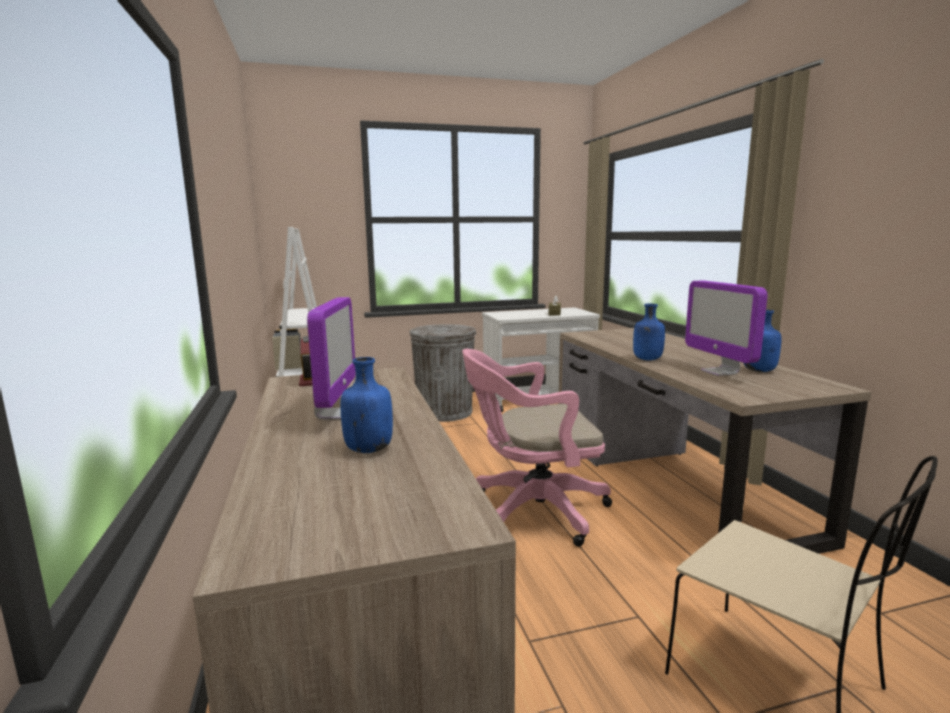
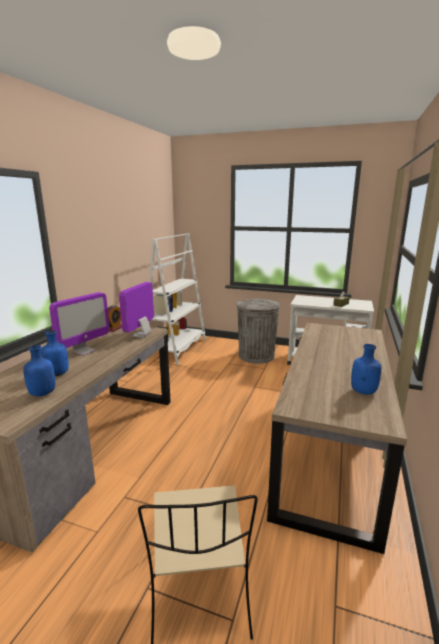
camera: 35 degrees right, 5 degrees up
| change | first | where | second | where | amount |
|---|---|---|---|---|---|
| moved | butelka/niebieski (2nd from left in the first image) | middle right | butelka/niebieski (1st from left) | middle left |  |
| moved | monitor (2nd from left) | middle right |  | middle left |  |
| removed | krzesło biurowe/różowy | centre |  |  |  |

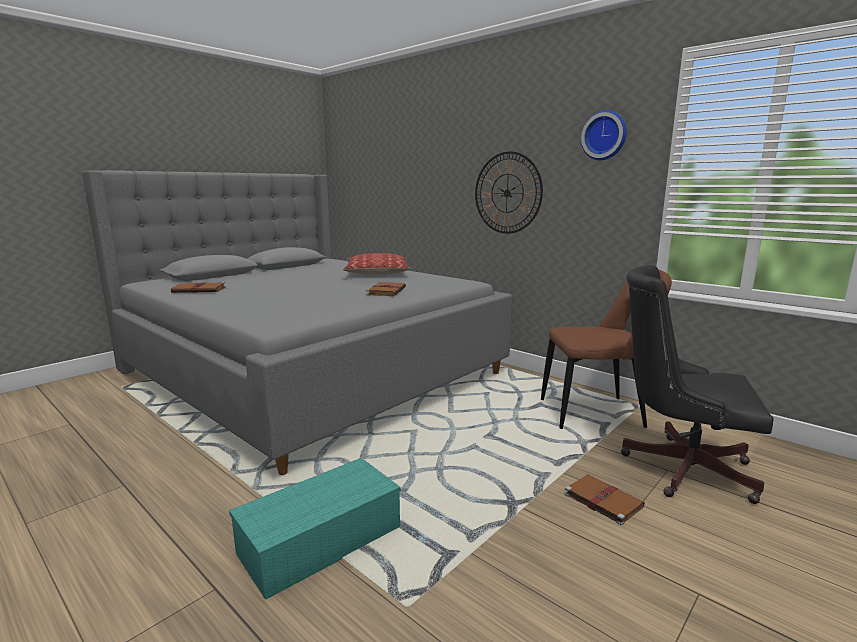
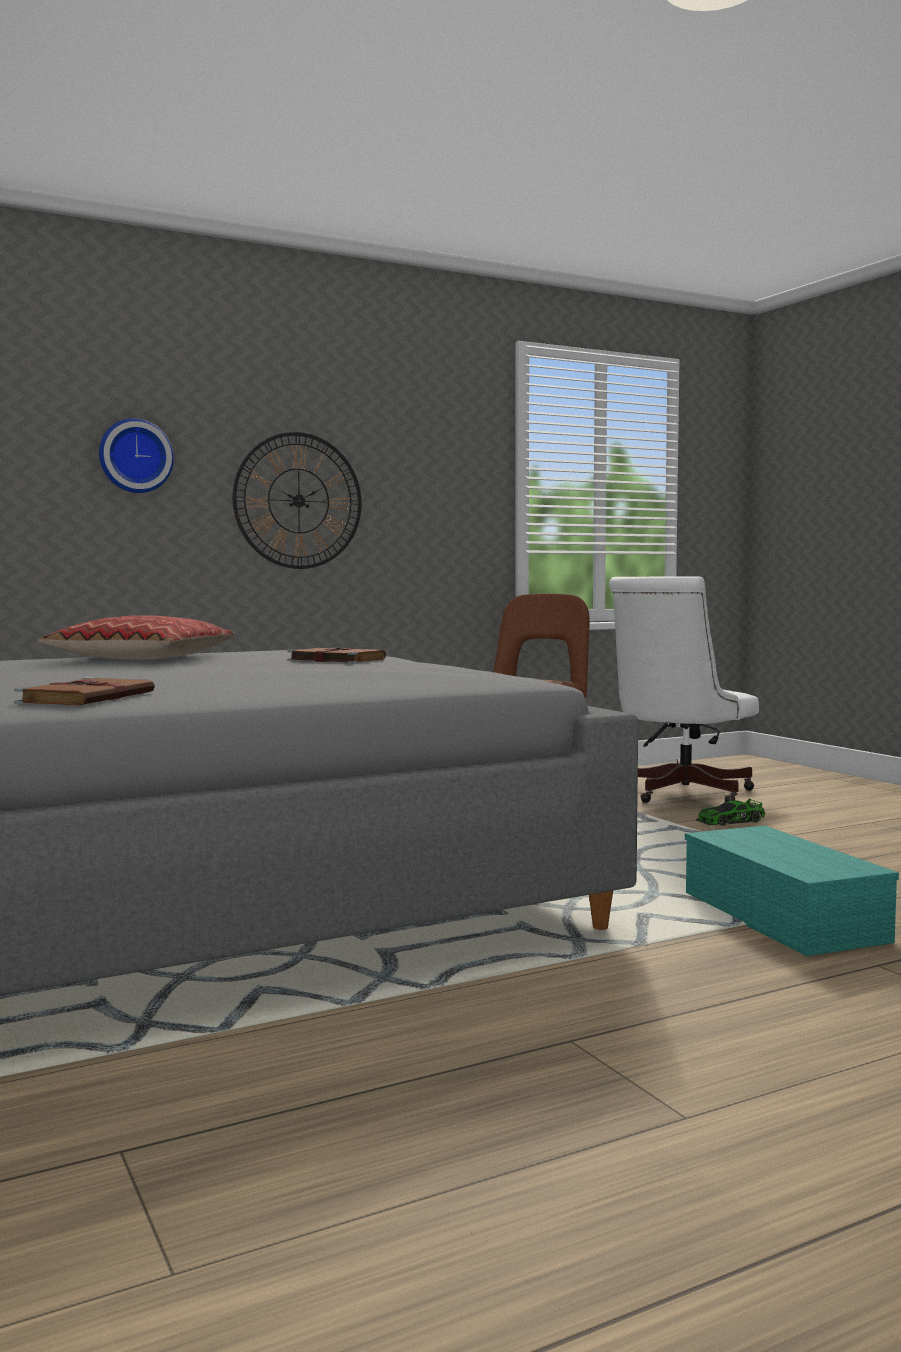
camera: 70 degrees left, 10 degrees down
| change | first | where | second | where | amount |
|---|---|---|---|---|---|
| moved | zegar ścienny (2nd from left in the first image) | top right | zegar ścienny (1st from left) | middle left |  |
| recoloured | krzesło biurowe/czarny | middle right | krzesło biurowe/biały | middle right |  |
| replaced | książka/brązowy (3rd from left) | bottom right | samochodzik | middle right |  |

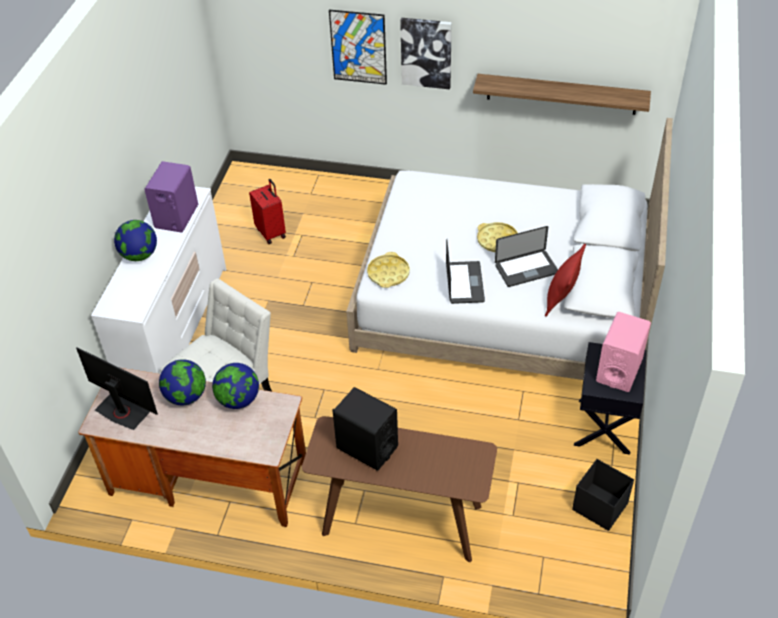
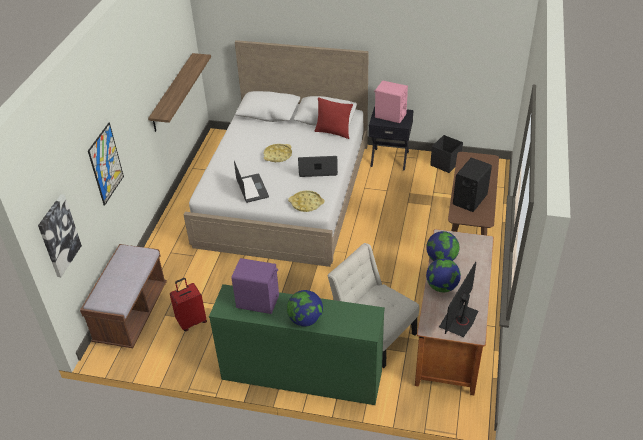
camera: 90 degrees left, 5 degrees down
| change | first | where | second | where | amount |
|---|---|---|---|---|---|
| moved | obraz (2nd from left in the first image) | top centre | obraz (1st from left) | middle left |  |
| added |  |  | ławka/brązowy | bottom left |  |
| recoloured | komoda/biały | middle left | komoda/zielony | bottom centre |  |
| moved | laptop (2nd from left in the first image) | middle right | laptop (1st from left) | centre |  |

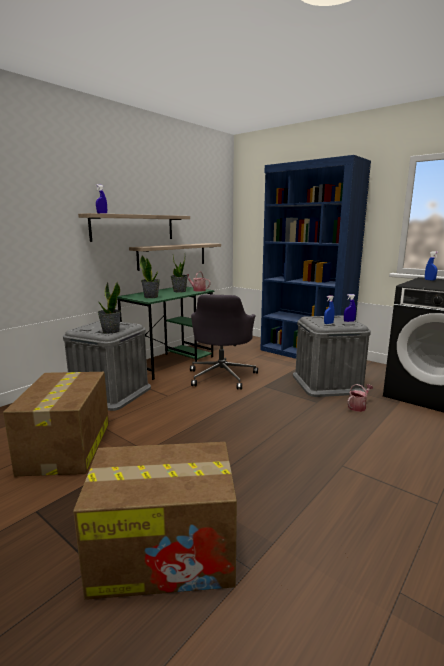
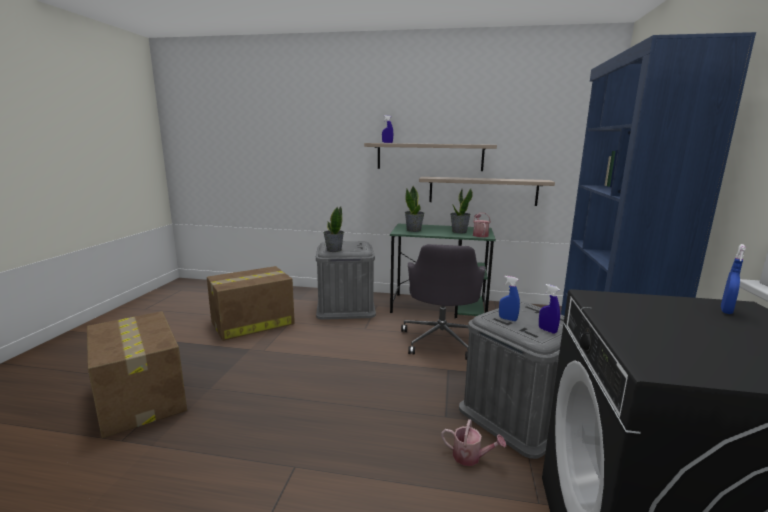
camera: 60 degrees right, 0 degrees up
| change | first | where | second | where | amount |
|---|---|---|---|---|---|
| turned | krzesło biurowe/szary | centre |  | centre | 60 degrees counterclockwise |

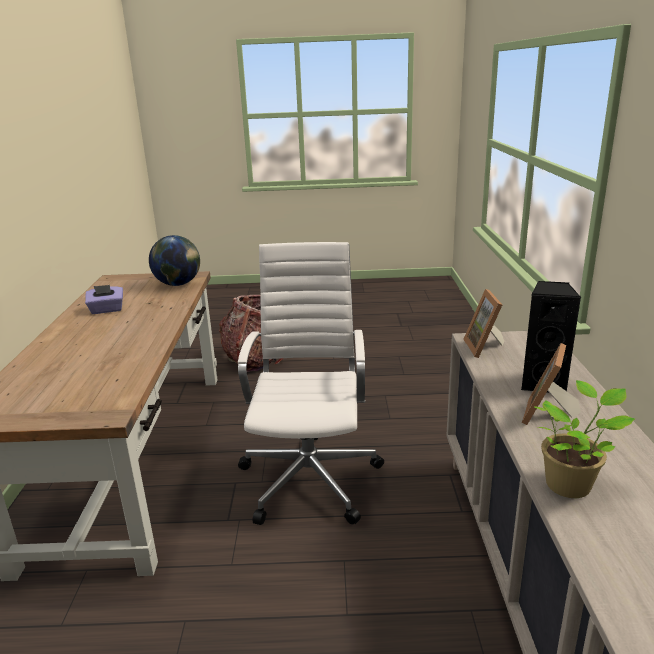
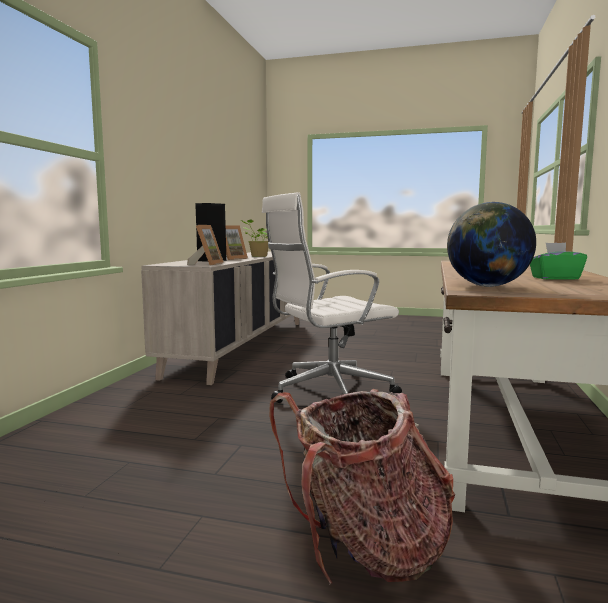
camera: 165 degrees left, 15 degrees down
| change | first | where | second | where | amount |
|---|---|---|---|---|---|
| turned | krzesło biurowe/biały | centre |  | centre | 45 degrees clockwise |
| recoloured | pudełko chusteczek/fioletowy | middle left | pudełko chusteczek/zielony | middle right |  |

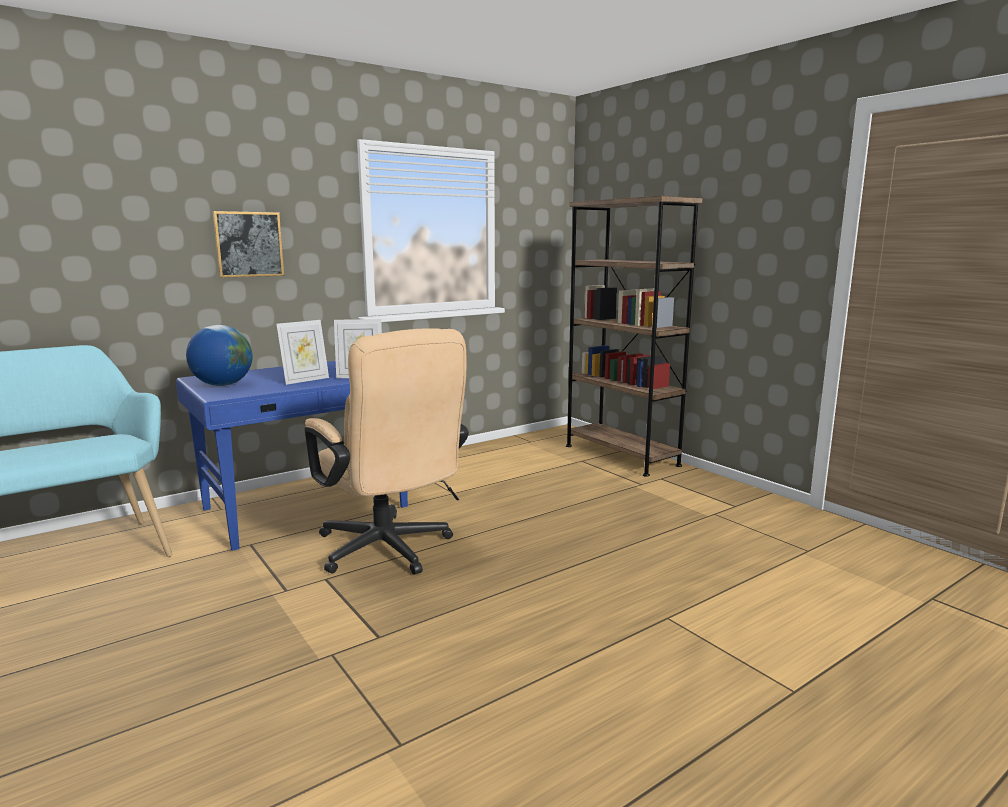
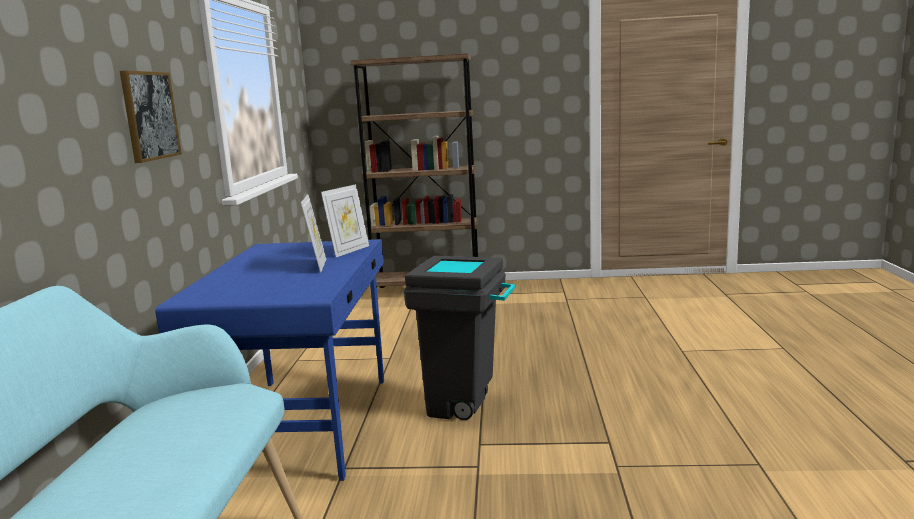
camera: 50 degrees left, 0 degrees up
| change | first | where | second | where | amount |
|---|---|---|---|---|---|
| replaced | krzesło biurowe/beżowy | centre | kosz na śmieci/szary | centre |  |
| removed | globus | middle left |  |  |  |

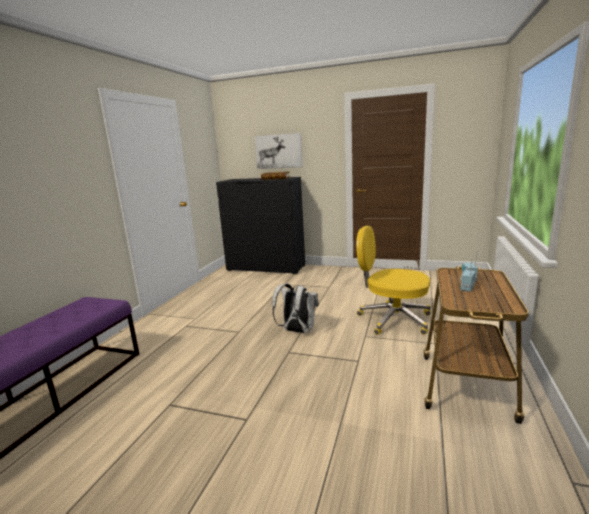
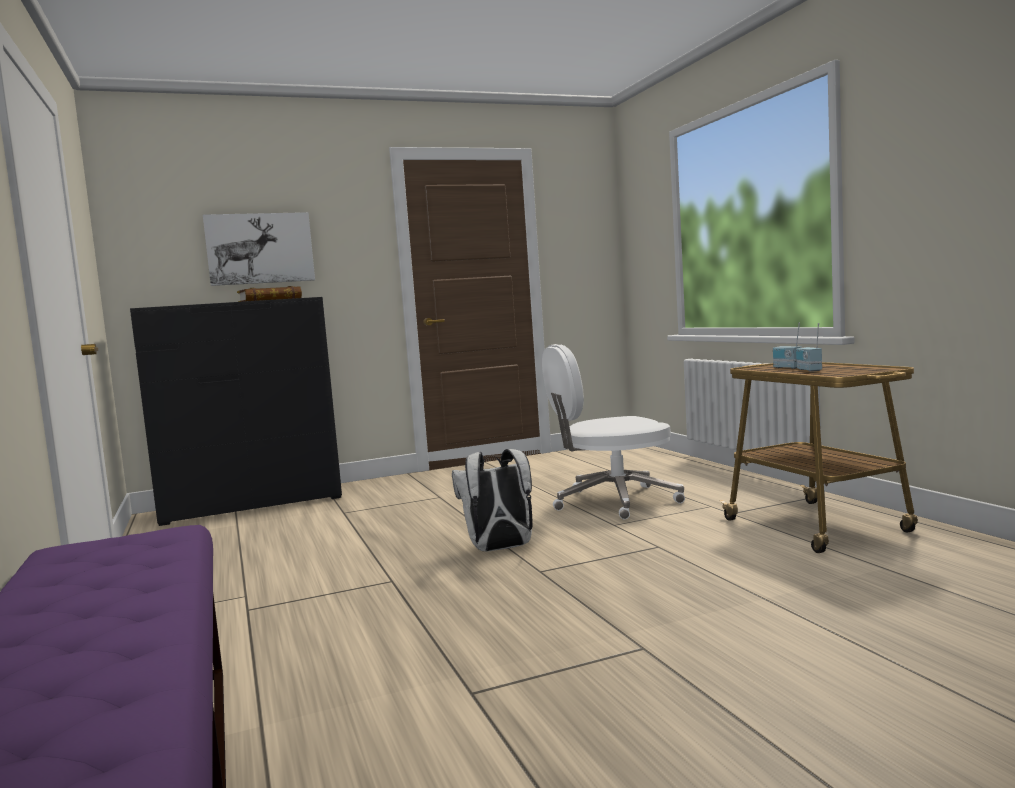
camera: 40 degrees left, 10 degrees down
| change | first | where | second | where | amount |
|---|---|---|---|---|---|
| recoloured | krzesło biurowe/żółty | middle right | krzesło biurowe/biały | centre |  |

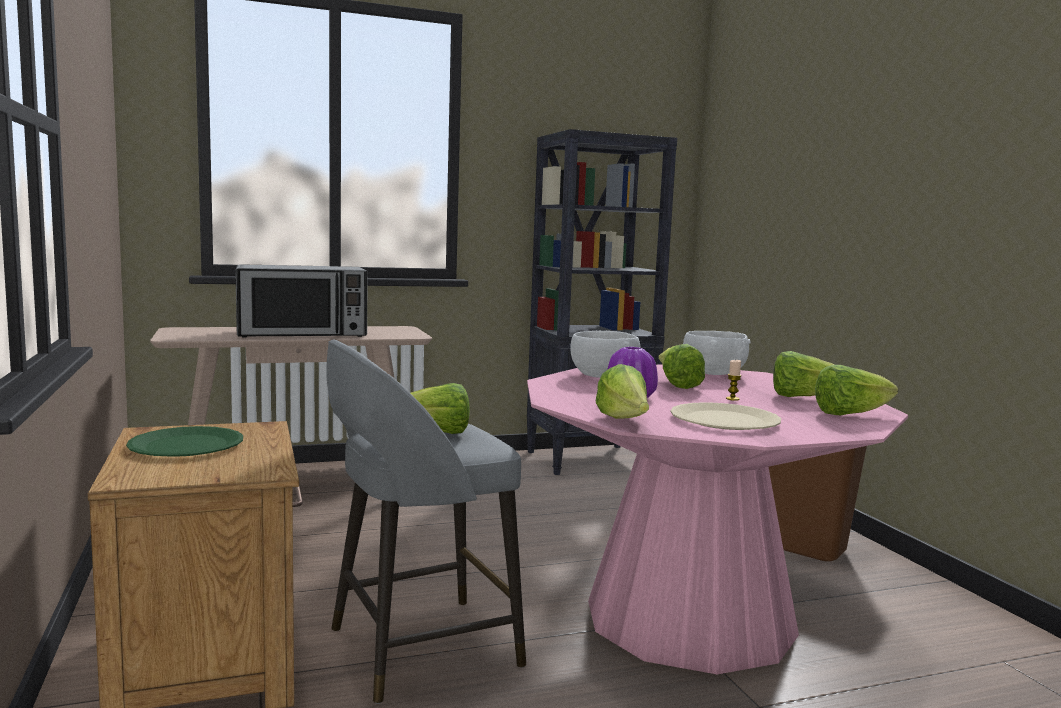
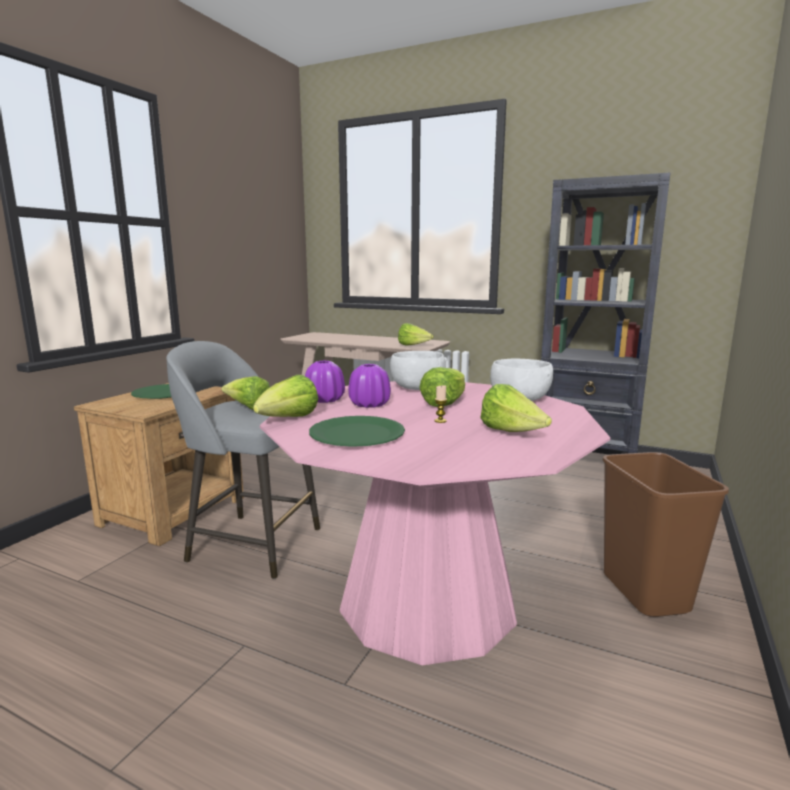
camera: 45 degrees right, 5 degrees up
| change | first | where | second | where | amount |
|---|---|---|---|---|---|
| added |  |  | wazon/fioletowy (1st from left) | centre |  |
| recoloured | talerz/beżowy | middle right | talerz/zielony (2nd from left) | centre |  |
| moved | sałata (5th from left in the first image) | middle right | sałata (3rd from left) | centre |  |
| removed | mikrofalówka | middle left |  |  |  |

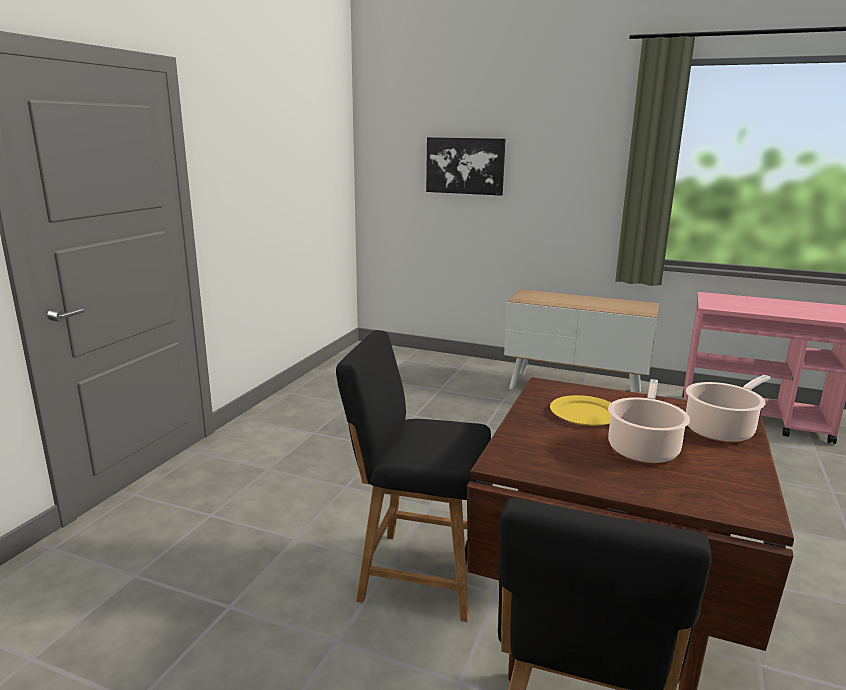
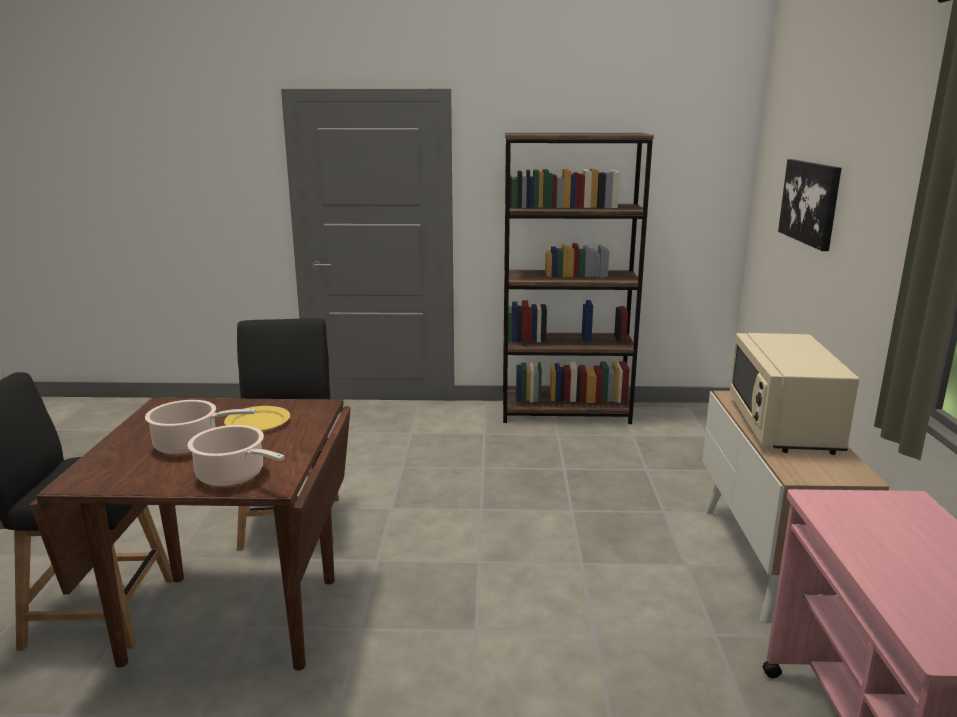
camera: 70 degrees right, 0 degrees up
| change | first | where | second | where | amount |
|---|---|---|---|---|---|
| added |  |  | regał/brązowy | centre |  |
| added |  |  | mikrofalówka/beżowy | middle right |  |

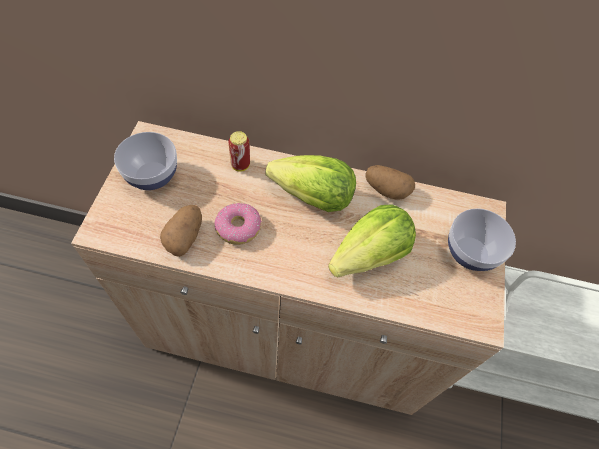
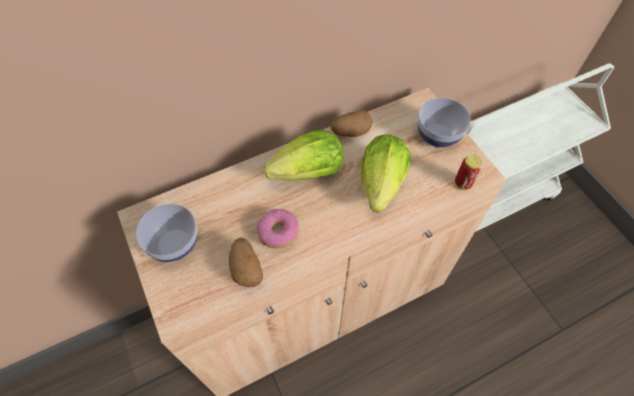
camera: 35 degrees left, 0 degrees up
| change | first | where | second | where | amount |
|---|---|---|---|---|---|
| moved | puszka | centre |  | middle right |  |

